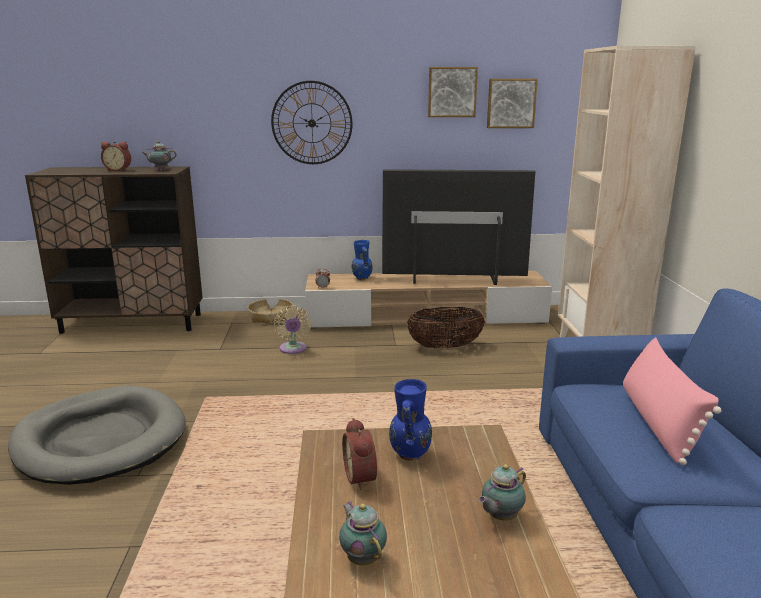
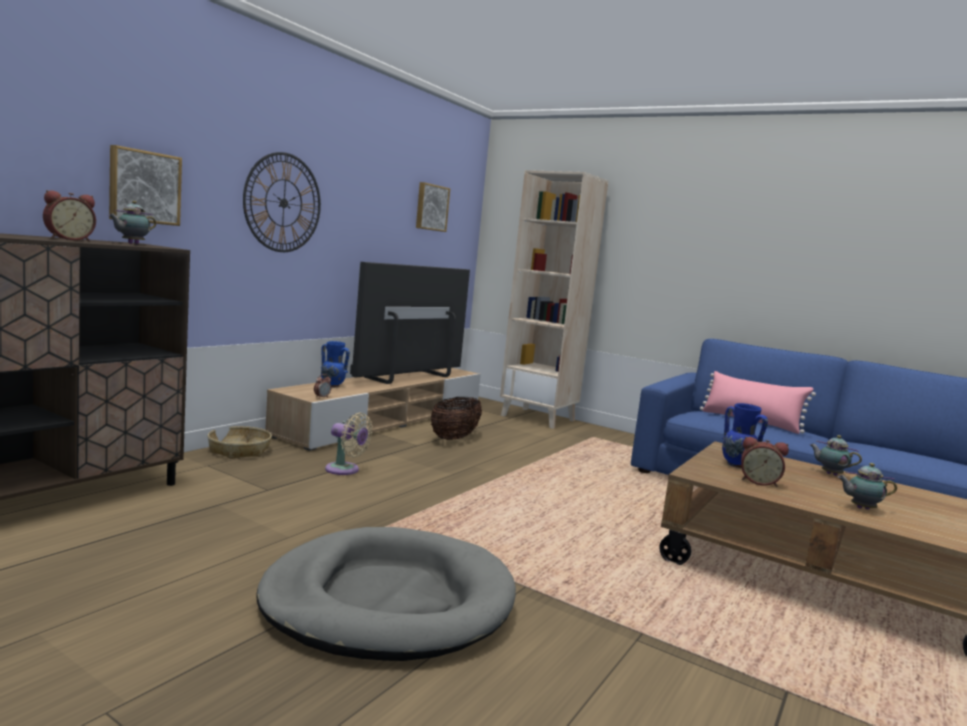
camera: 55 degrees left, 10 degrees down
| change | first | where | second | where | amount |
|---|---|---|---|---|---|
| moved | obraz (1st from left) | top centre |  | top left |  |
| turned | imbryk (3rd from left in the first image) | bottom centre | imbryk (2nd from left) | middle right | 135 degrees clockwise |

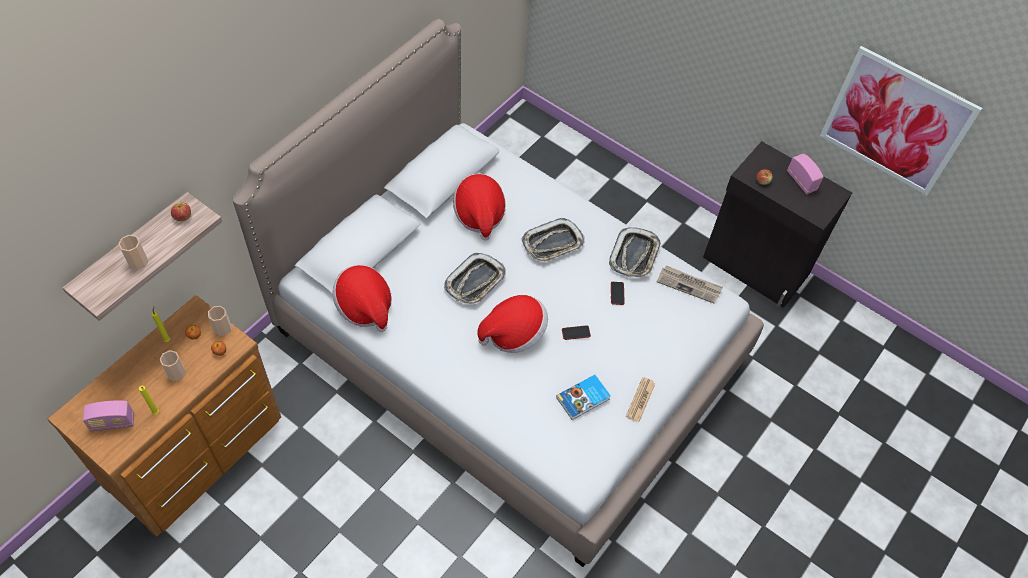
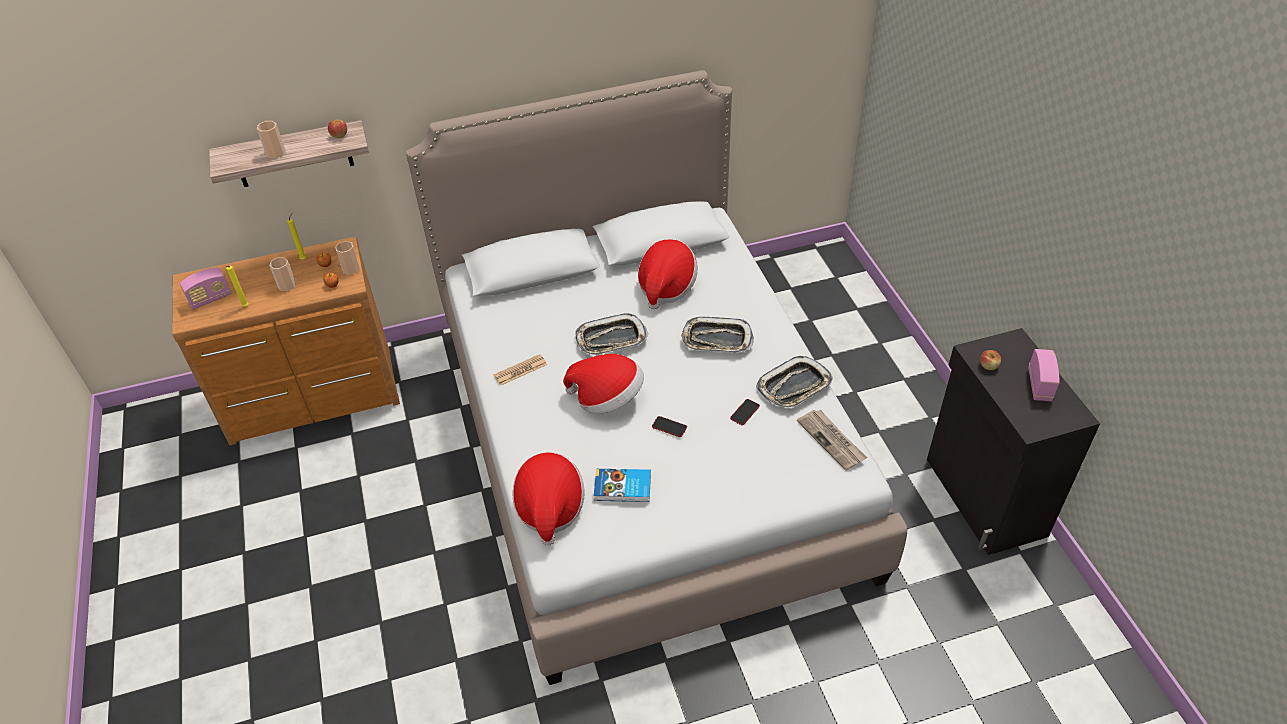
camera: 40 degrees right, 10 degrees down
| change | first | where | second | where | amount |
|---|---|---|---|---|---|
| turned | radio (1st from left) | bottom left |  | middle left | 60 degrees counterclockwise |
| moved | gazeta (1st from left) | bottom centre |  | centre |  |
| moved | kapelusz (1st from left) | centre |  | bottom centre |  |
| removed | obraz | top right |  |  |  |

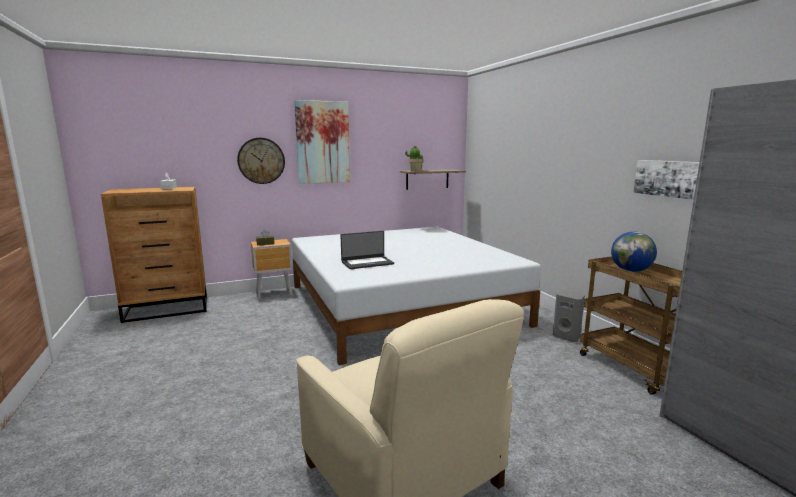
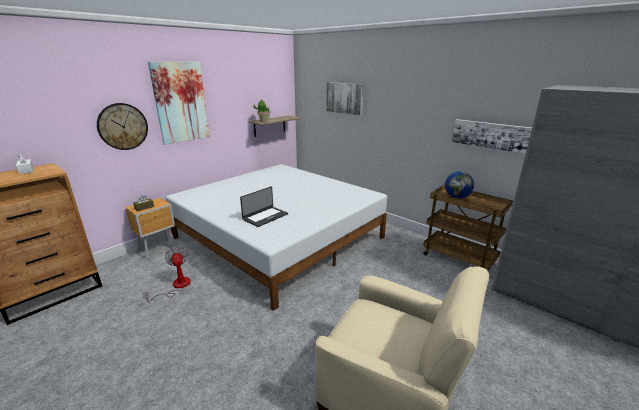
camera: 25 degrees left, 10 degrees up
| change | first | where | second | where | amount |
|---|---|---|---|---|---|
| added |  |  | wentylator | bottom left |  |
| added |  |  | obraz (2nd from left) | top centre |  |
| removed | głośnik/szary | middle right |  |  |  |

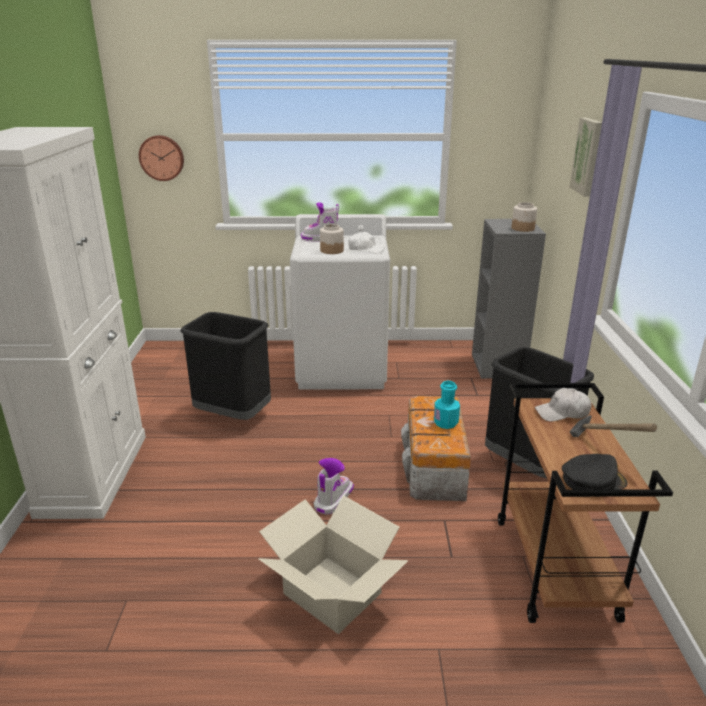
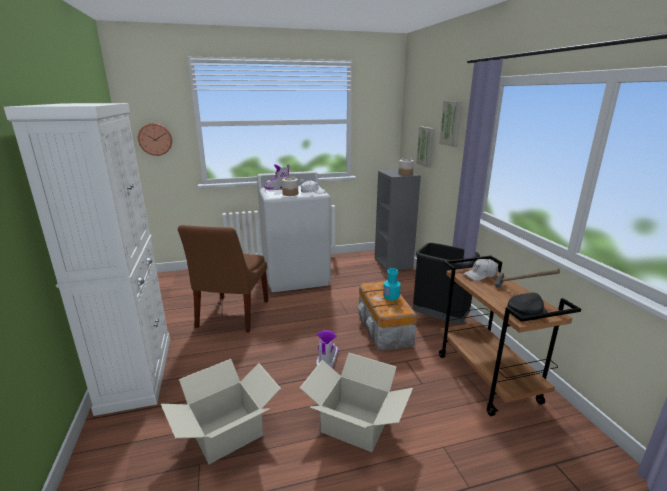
camera: 15 degrees left, 5 degrees down
| change | first | where | second | where | amount |
|---|---|---|---|---|---|
| added |  |  | karton (1st from left) | bottom left |  |
| replaced | kosz na śmieci/czarny (1st from left) | middle left | krzesło/brązowy | centre |  |
| added |  |  | obraz (1st from left) | top centre |  |

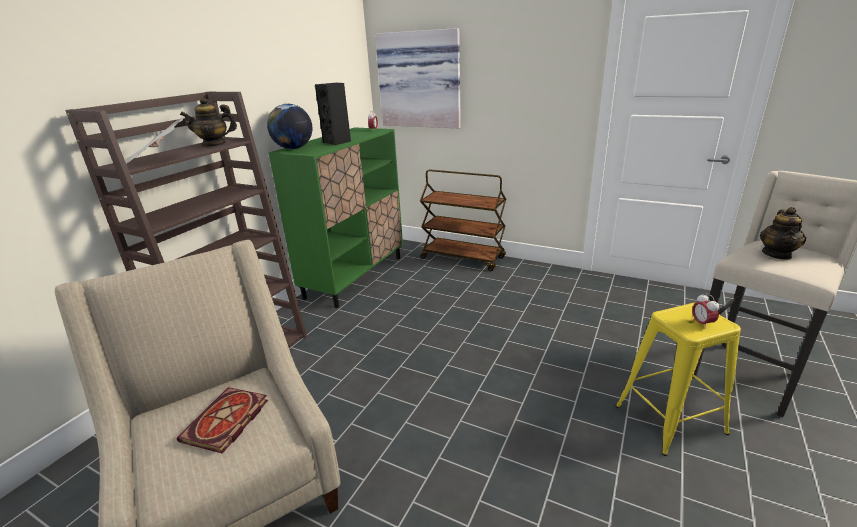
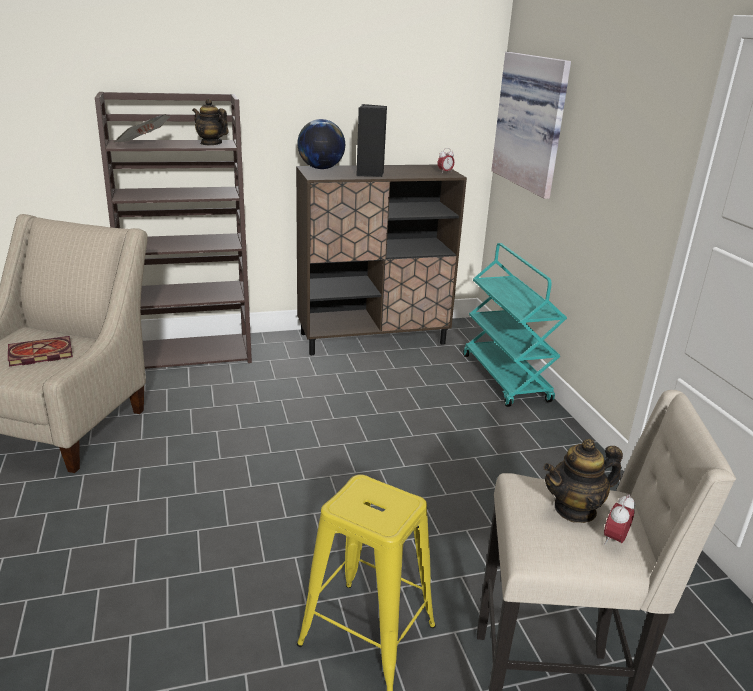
camera: 45 degrees right, 0 degrees up
| change | first | where | second | where | amount |
|---|---|---|---|---|---|
| recoloured | szafka/zielony | centre | szafka/brązowy | centre |  |
| recoloured | wózek/brązowy | centre | wózek/turkusowy | middle right |  |
| moved | budzik (2nd from left) | middle right |  | bottom right |  |

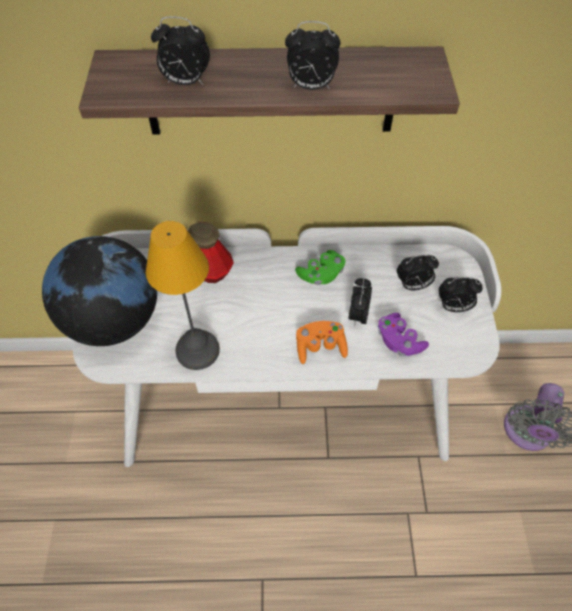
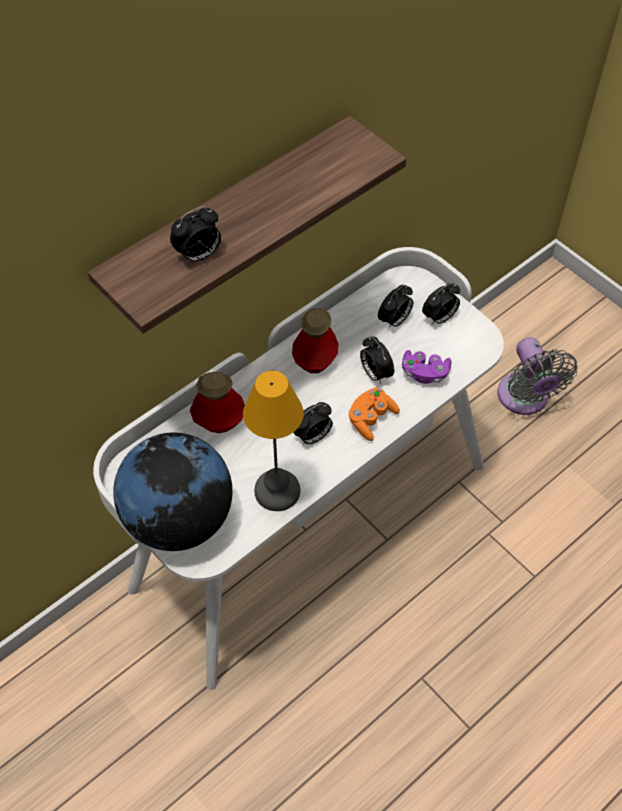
camera: 40 degrees left, 0 degrees up
| change | first | where | second | where | amount |
|---|---|---|---|---|---|
| replaced | pad do gier/zielony | centre | butelka (2nd from left) | centre |  |
| moved | budzik (2nd from left) | top centre |  | centre |  |

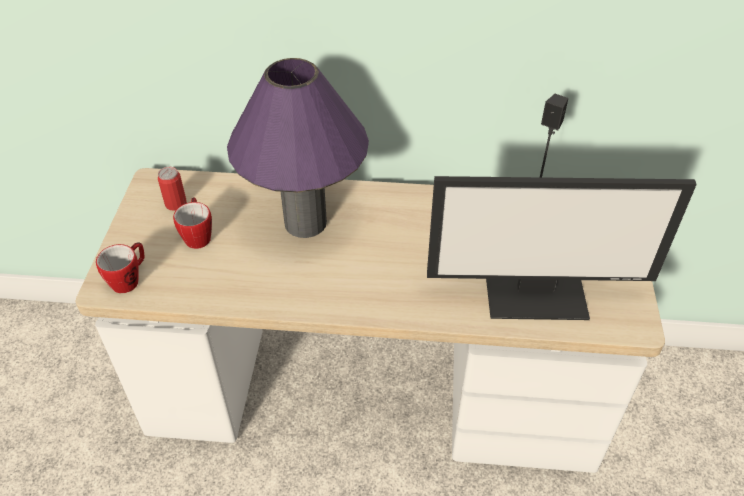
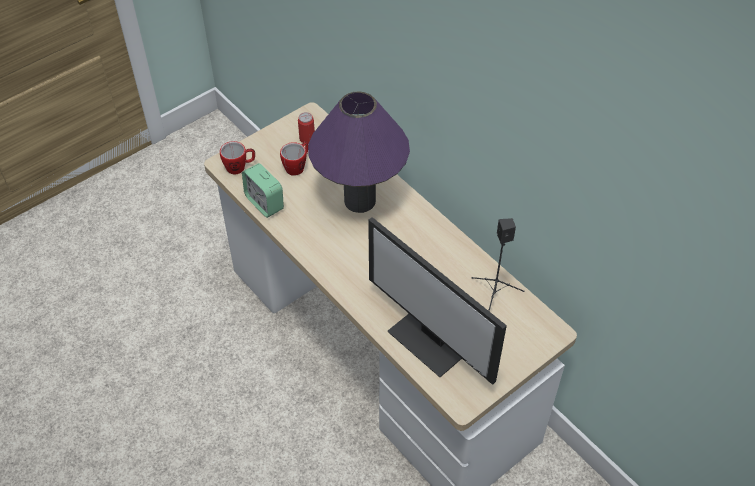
camera: 45 degrees right, 5 degrees up
| change | first | where | second | where | amount |
|---|---|---|---|---|---|
| added |  |  | budzik | centre |  |

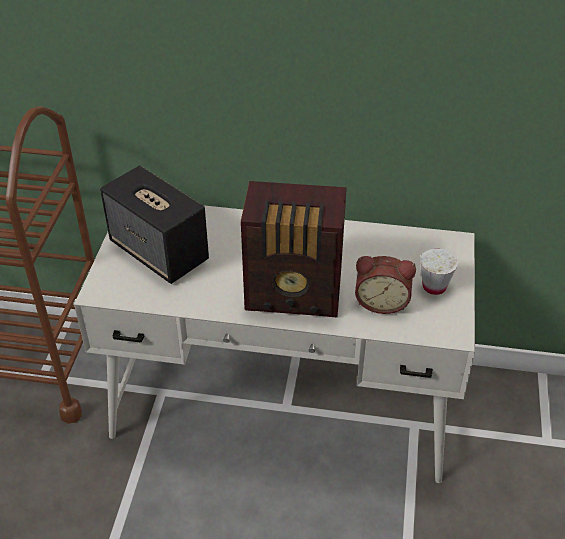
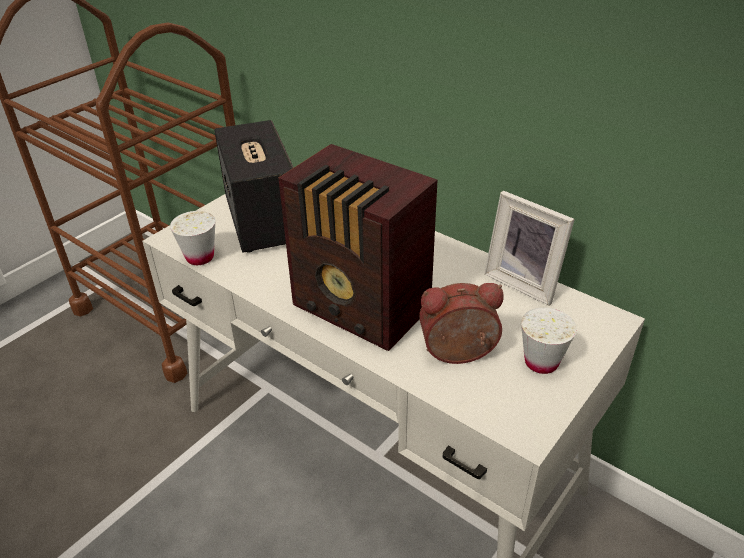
camera: 30 degrees right, 5 degrees down
| change | first | where | second | where | amount |
|---|---|---|---|---|---|
| added |  |  | filiżanka/biały (1st from left) | middle left |  |
| turned | budzik | middle right |  | centre | 135 degrees clockwise |
| added |  |  | ramka na zdjęcie | middle right |  |

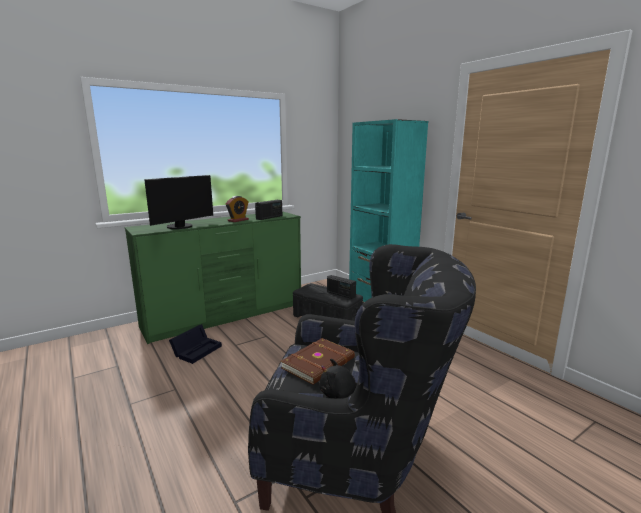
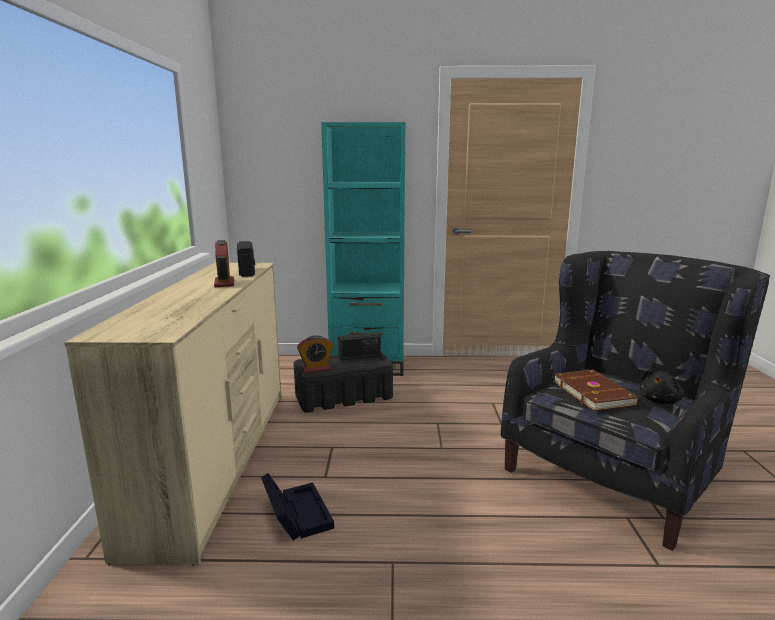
camera: 55 degrees left, 0 degrees up
| change | first | where | second | where | amount |
|---|---|---|---|---|---|
| recoloured | komoda/zielony | middle left | komoda/beżowy | bottom left |  |
| added |  |  | budzik (2nd from left) | centre |  |
| removed | monitor | middle left |  |  |  |

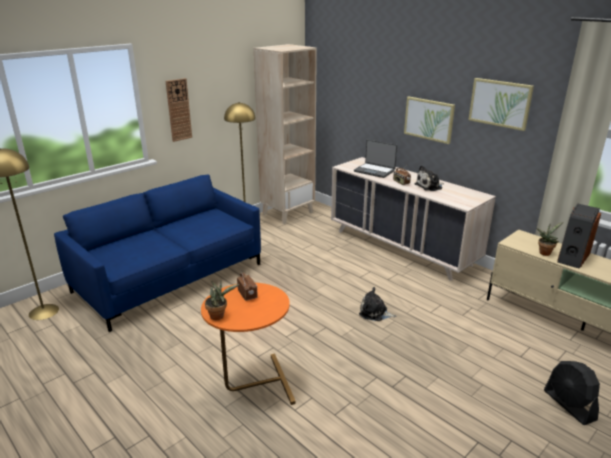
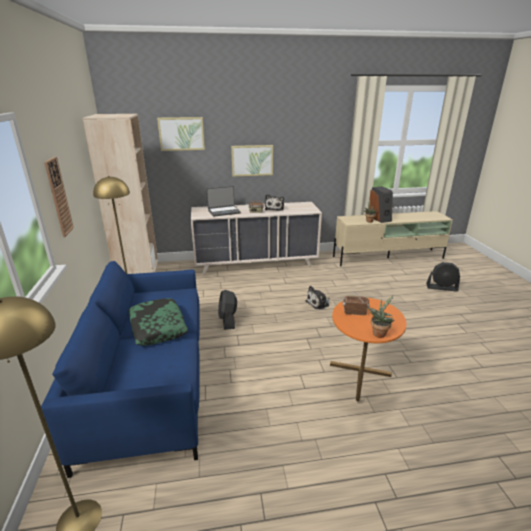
camera: 55 degrees left, 0 degrees up
| change | first | where | second | where | amount |
|---|---|---|---|---|---|
| added |  |  | poduszka | middle left |  |
| moved | obraz (2nd from left in the first image) | top right | obraz (1st from left) | top centre |  |
| added |  |  | wentylator/czarny (1st from left) | centre |  |

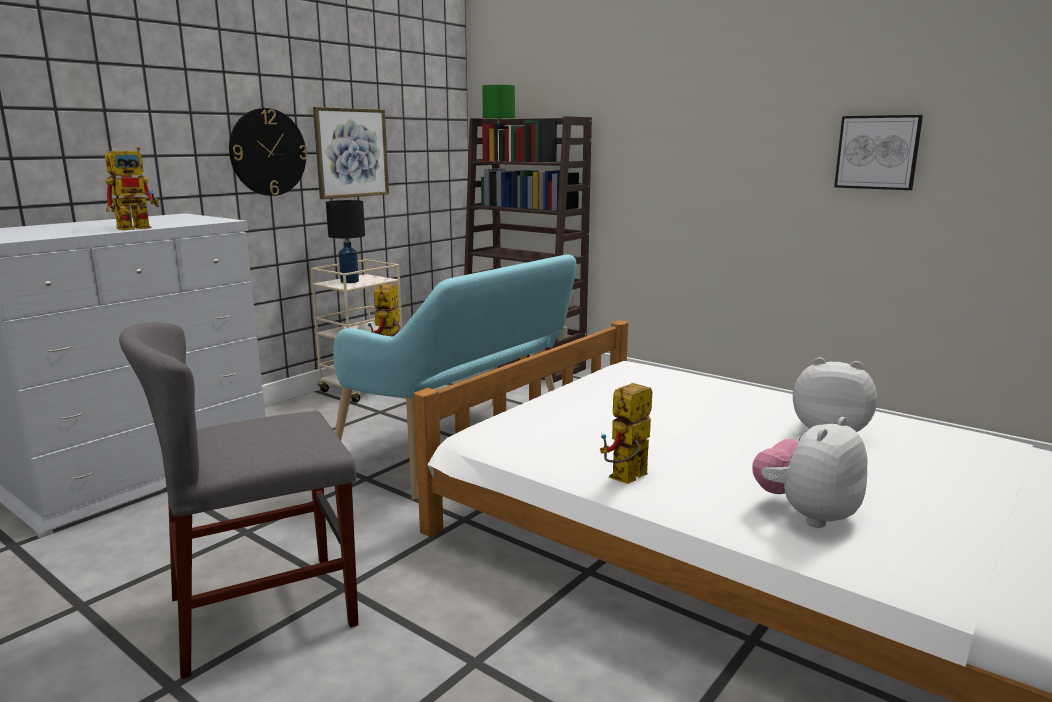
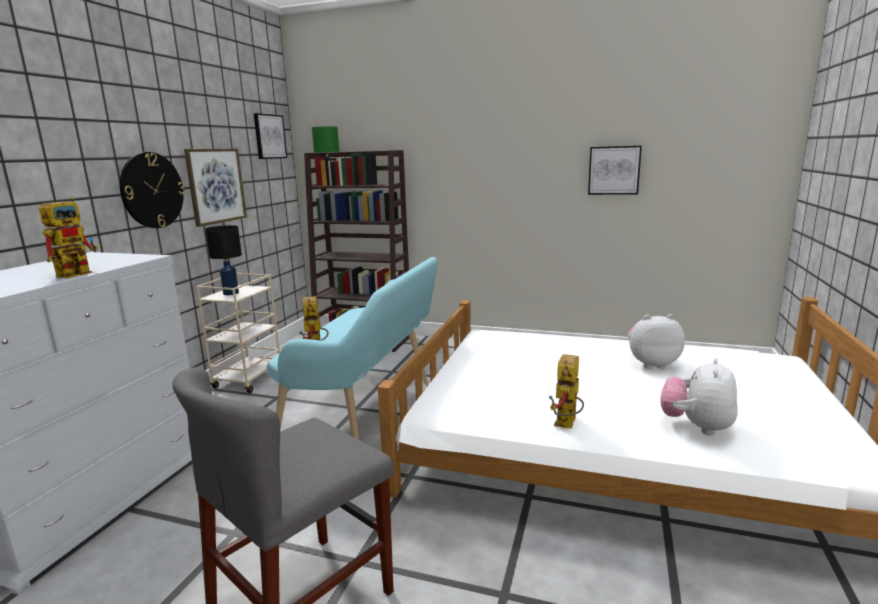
camera: 20 degrees left, 0 degrees up
| change | first | where | second | where | amount |
|---|---|---|---|---|---|
| added |  |  | obraz (2nd from left) | top left |  |

